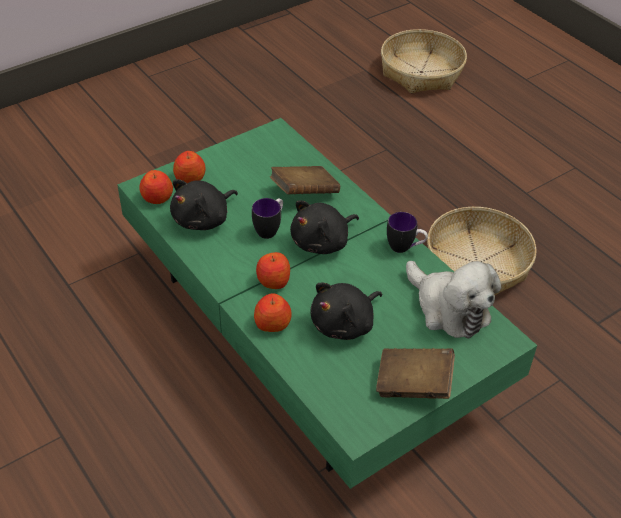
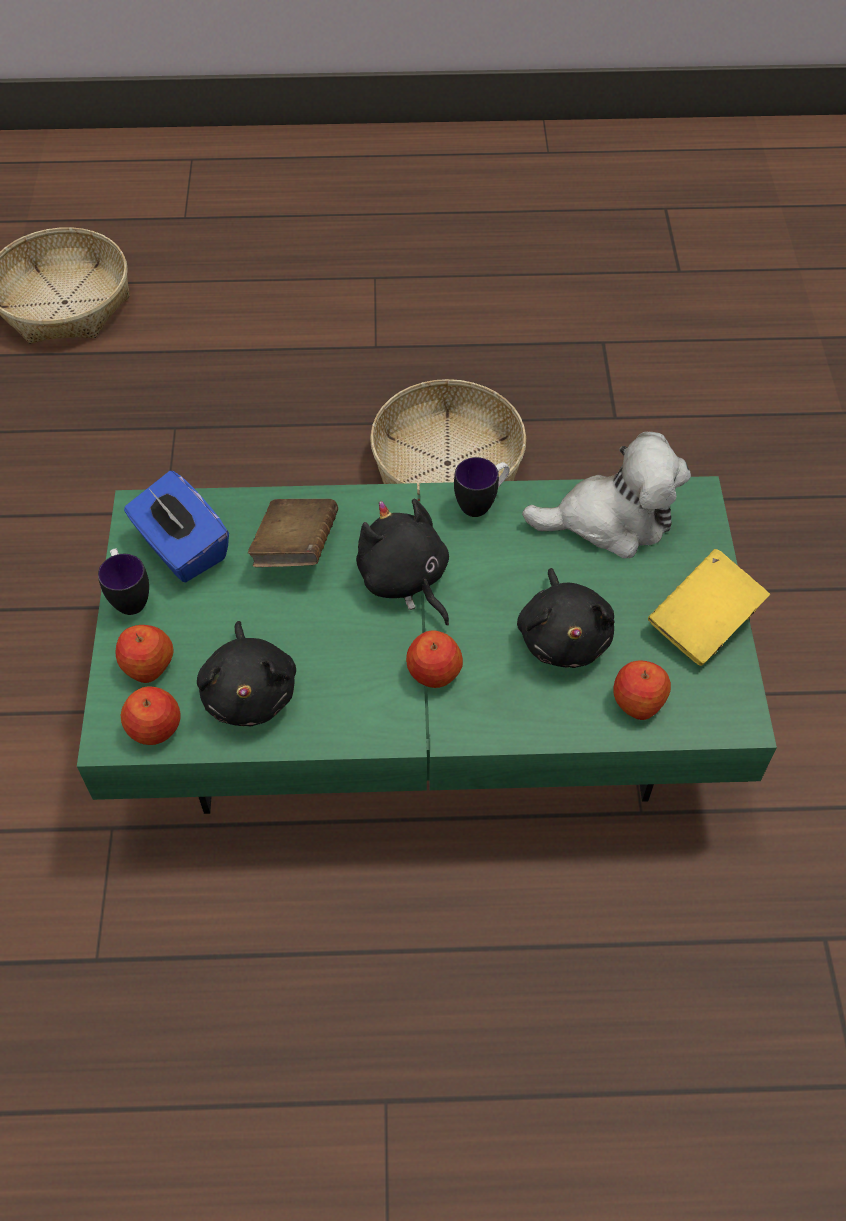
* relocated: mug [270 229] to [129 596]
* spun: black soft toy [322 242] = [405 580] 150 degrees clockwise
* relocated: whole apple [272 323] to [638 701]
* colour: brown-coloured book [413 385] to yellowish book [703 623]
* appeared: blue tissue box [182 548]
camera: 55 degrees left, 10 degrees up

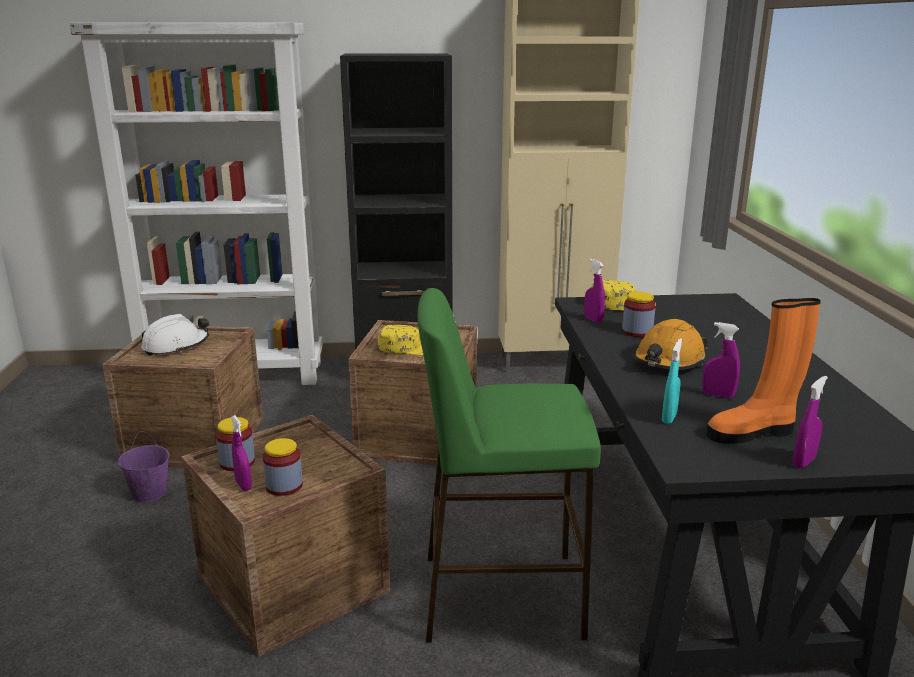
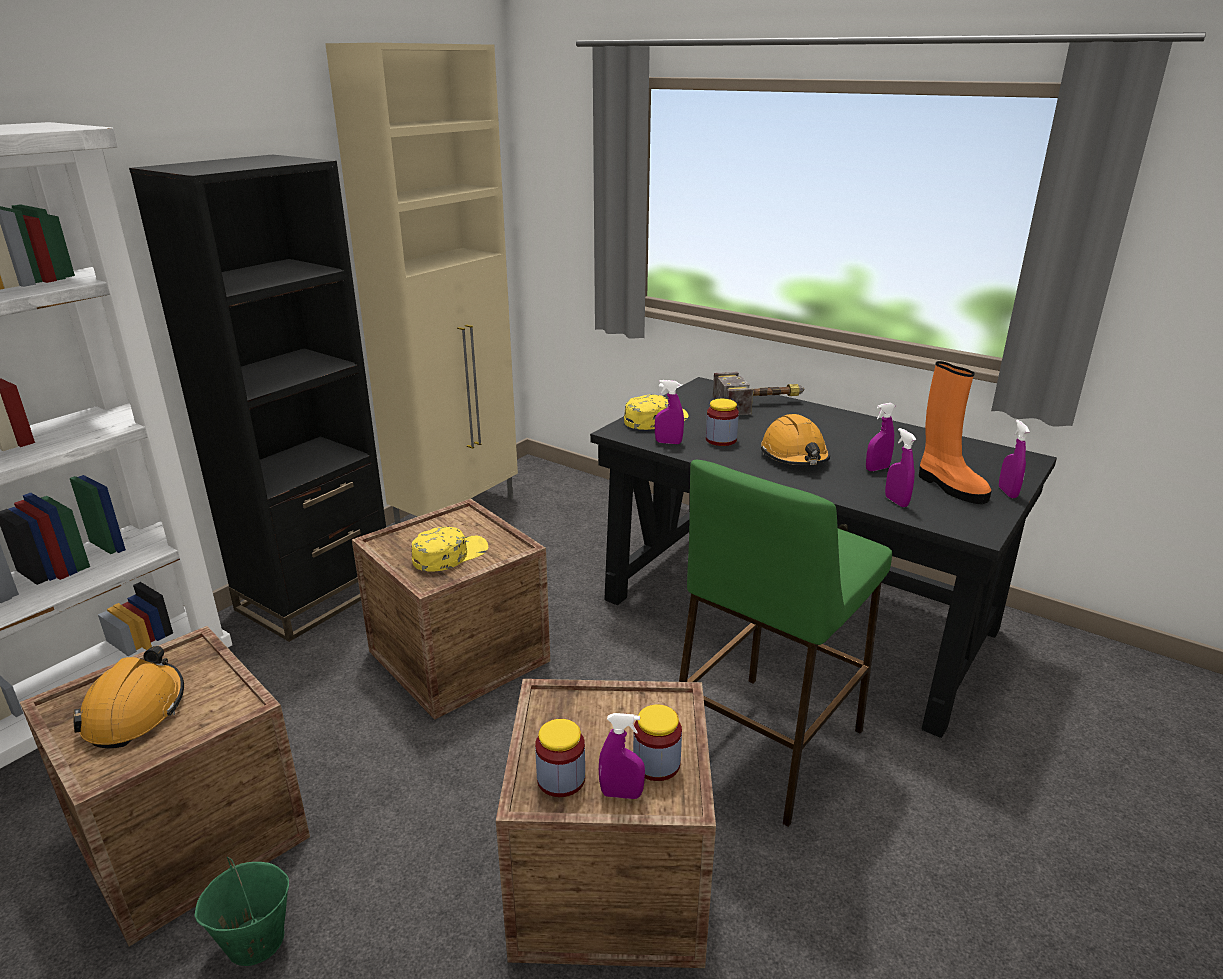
* spun: orange-coloured boot [752 432] = [949 486] 60 degrees counterclockwise
* colour: white work helmet [176 346] to orange-coloured work helmet [135 711]
* colour: turquoise sprayer [669 418] to purple-coloured sprayer [896 502]
* colour: purple-coloured pail [149 493] to green pail [254 941]
* appeared: hammer [761 403]
camera: 50 degrees left, 5 degrees up

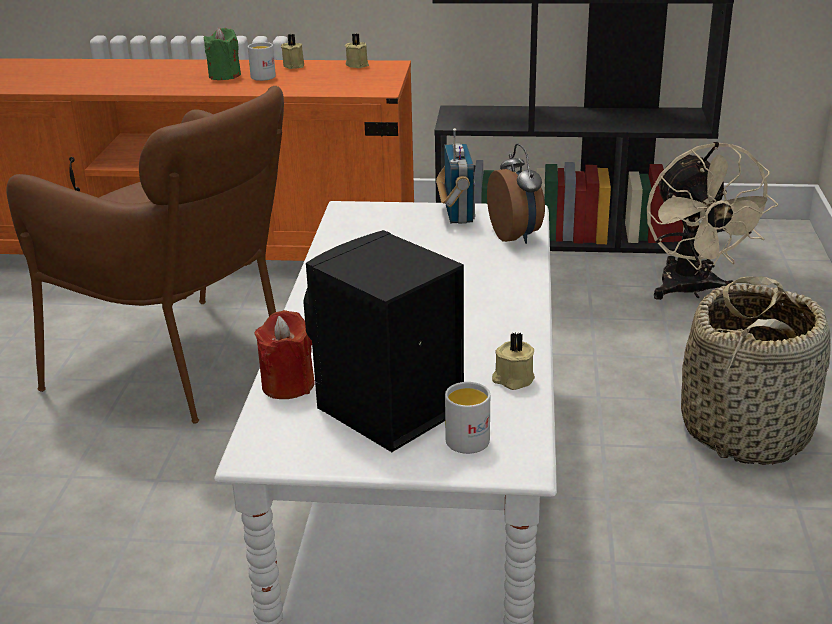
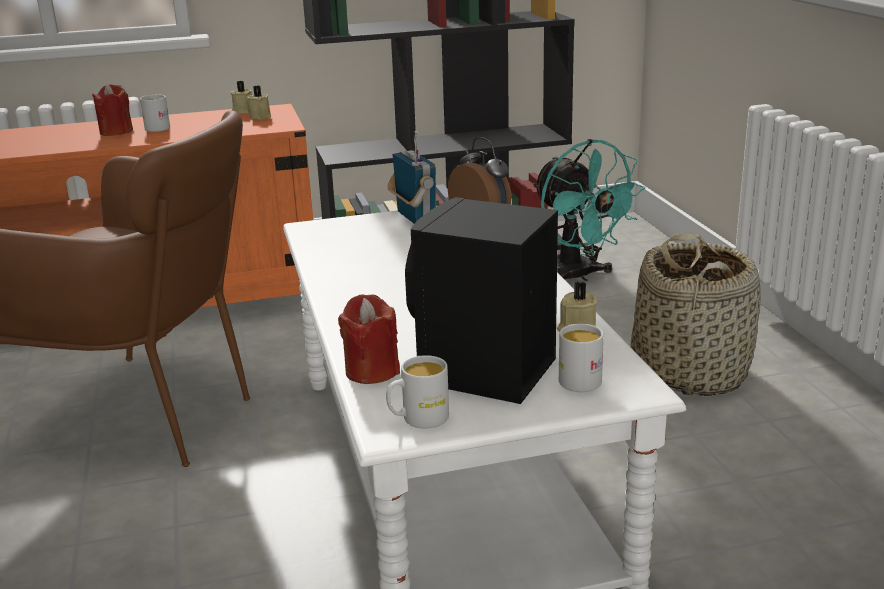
* colour: green wax candle [224 75] to red wax candle [116 131]
* relocated: beige wax candle [294 65] to [261 116]
* colour: beige cooling fan [692 291] to turquoise cooling fan [578 277]
* appeared: white mug [418 419]
camera: 20 degrees left, 5 degrees down

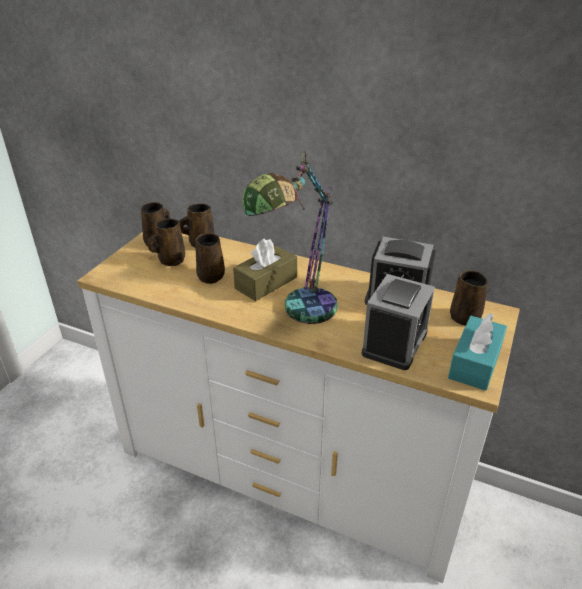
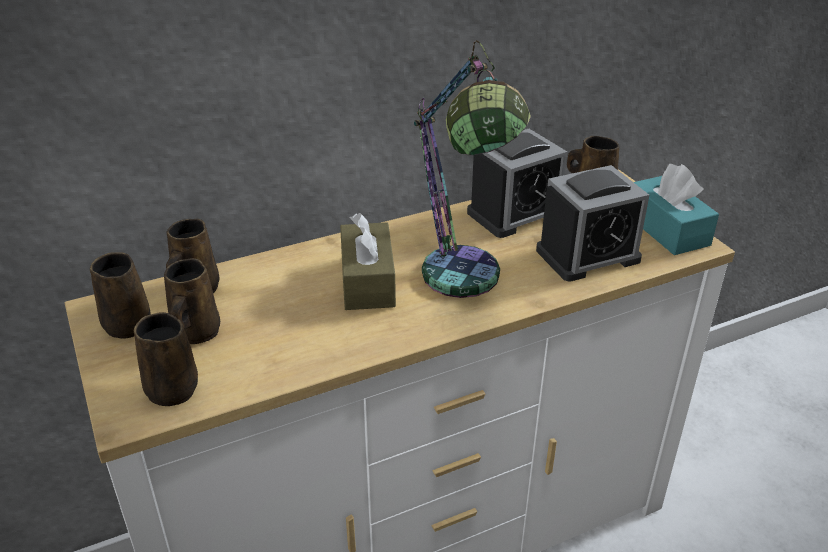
* relocated: brown-coloured mug [211 275] to [171 388]
* spun: alarm clock [394 343] = [587 255] 90 degrees clockwise
camera: 50 degrees left, 0 degrees up

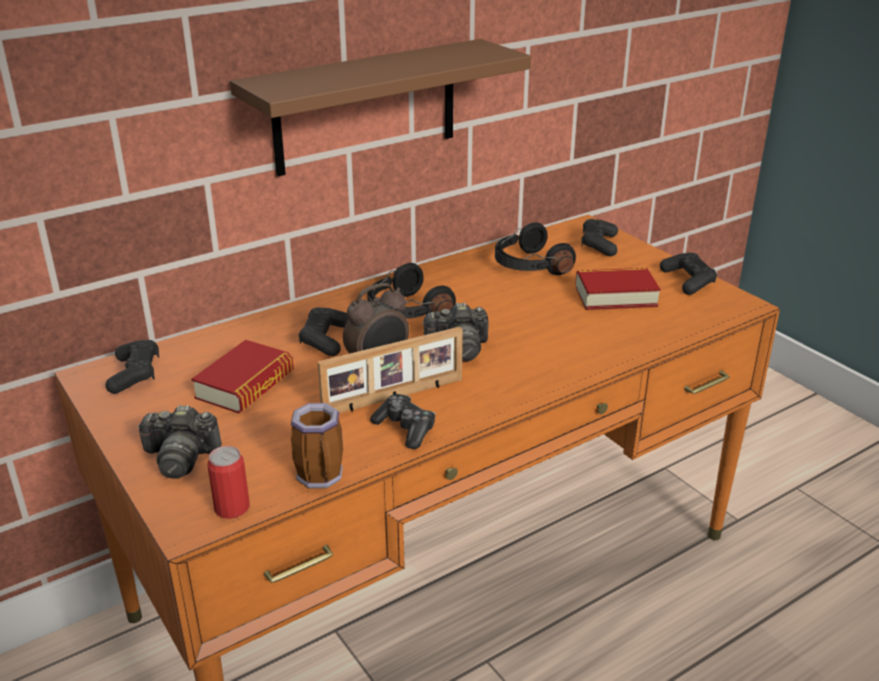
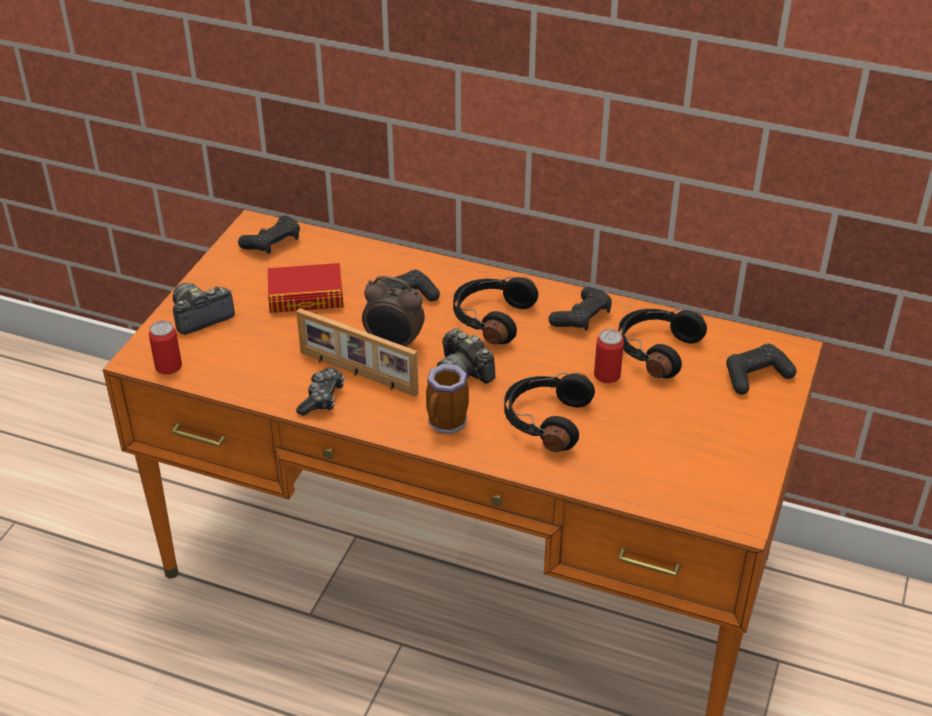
* missing: brown-coloured bracket shelf [366 107]
* relocated: black joypad [688 281] to [582 317]
* missing: book [615 296]
* relocated: mug [323 478] to [446 425]
* spun: photo camera [181 458] = [200 317] 90 degrees clockwise
* appeared: sealed can [607 375]
* appeared: black headphones [545 420]
camera: 55 degrees right, 10 degrees up

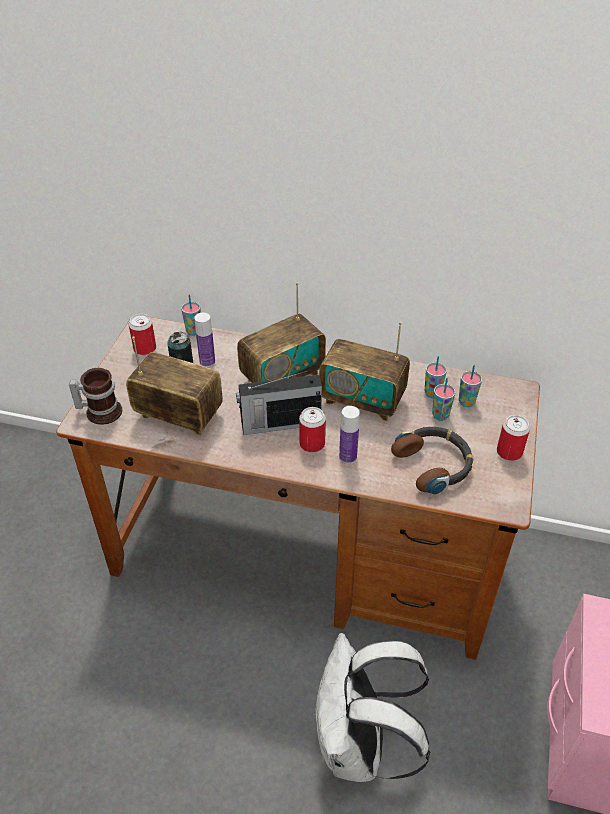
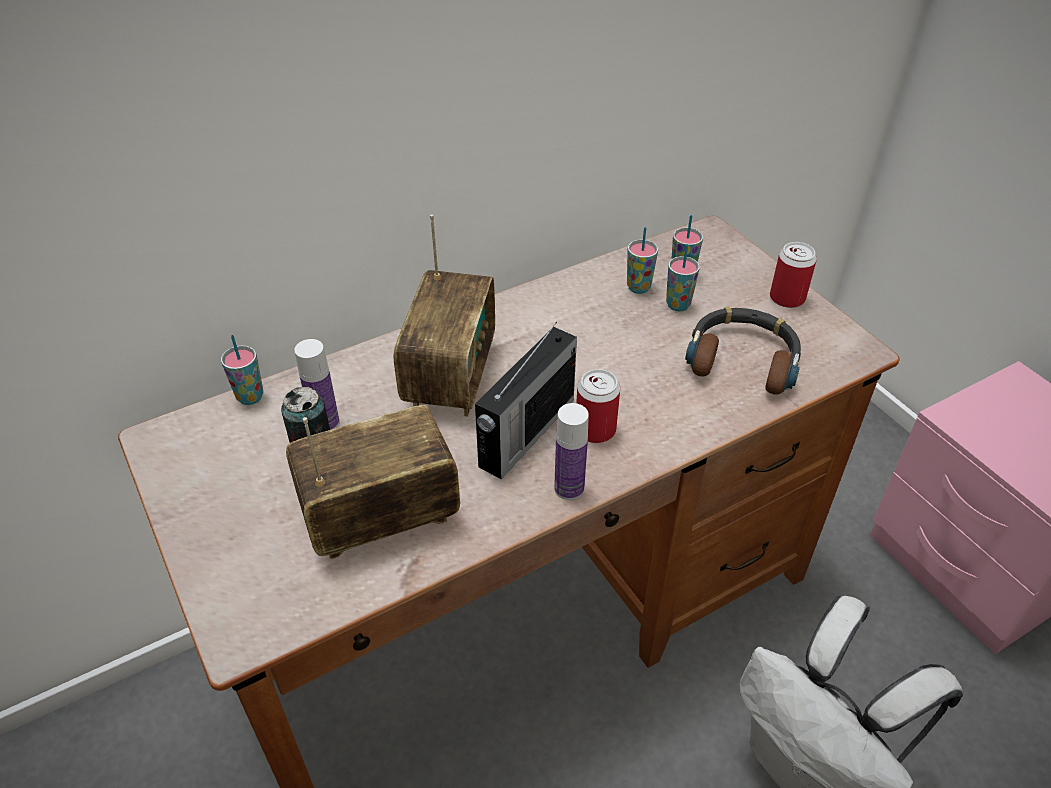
* missing: sealed can [145 348]
* missing: radio set [362 400]
* missing: mug [101 410]
* relocated: drink bottle [348 457] to [569 488]
camera: 45 degrees left, 0 degrees up

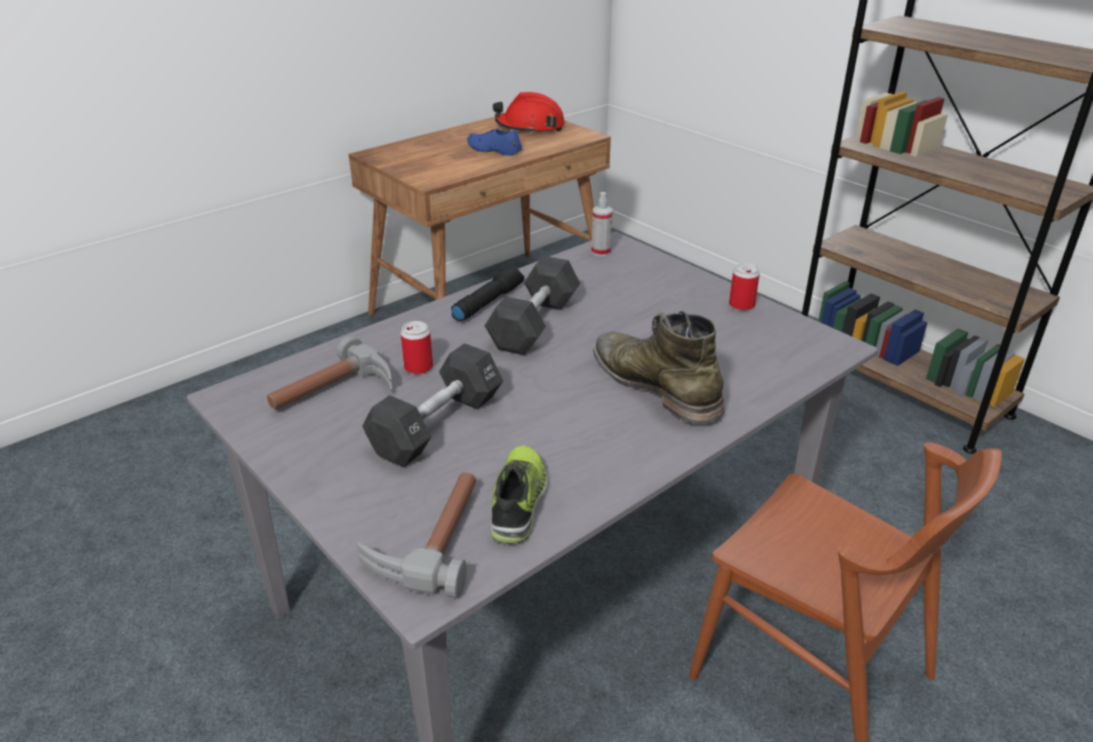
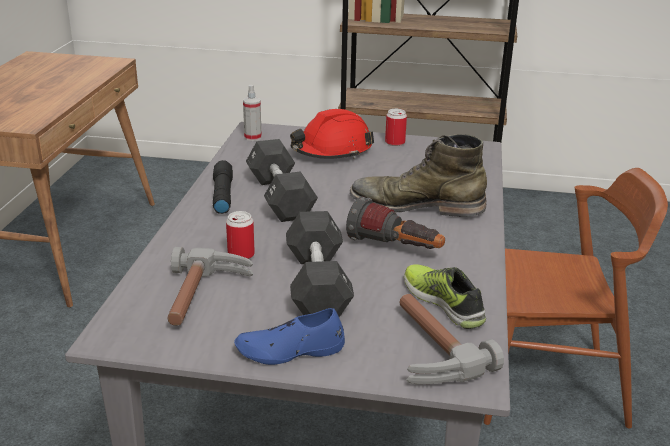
* relocated: red work helmet [530 127] to [331 150]
* relocated: blue shoe [493 149] to [290 350]
* appeared: flashlight [395 249]
camera: 40 degrees left, 5 degrees down

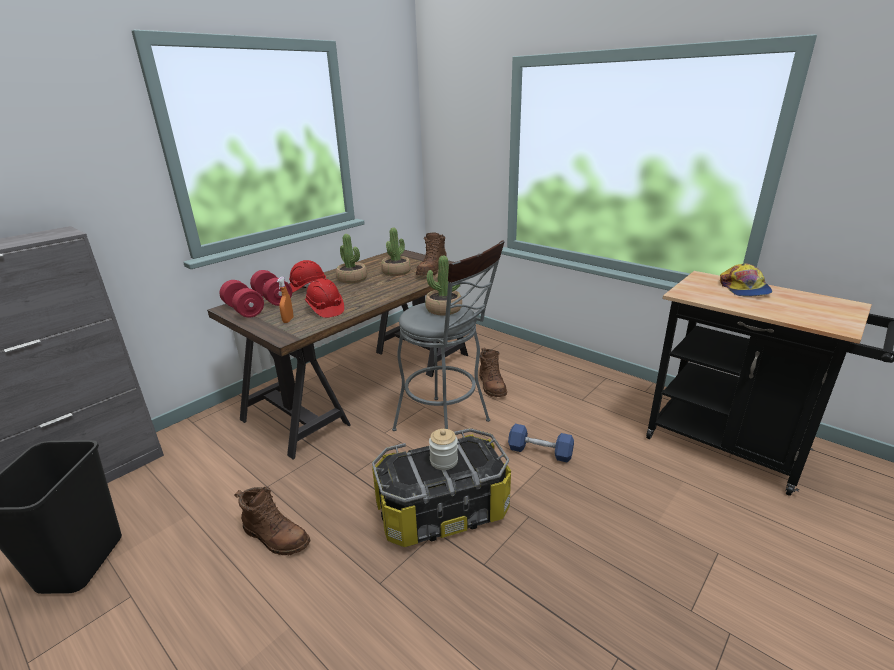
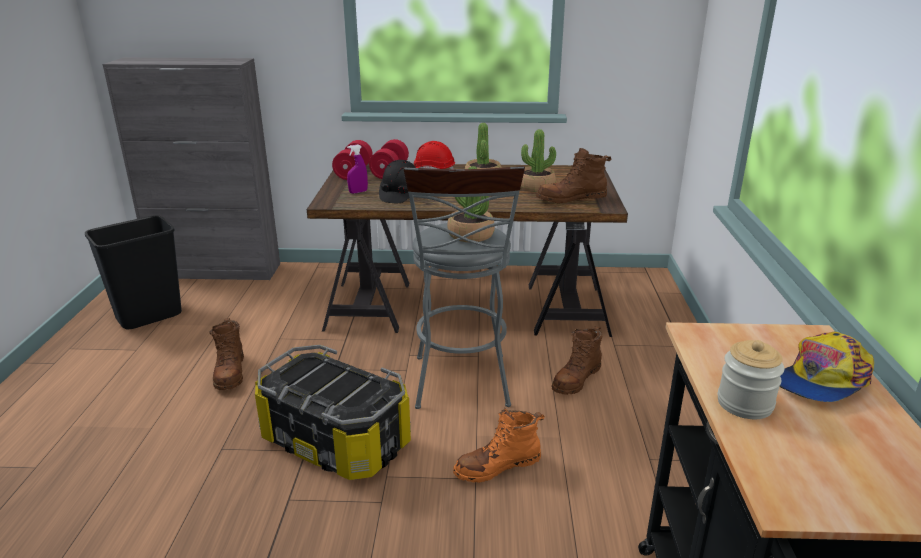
* colour: orange-coloured sprayer [288 320] to purple-coloured sprayer [358 192]
* colour: red work helmet [325 309] to black work helmet [400 195]
* exchanged: blue dumbbell [540 452] to orange-coloured boot [497 466]
* relocated: jar [444 461] to [744 404]
camera: 50 degrees right, 0 degrees up

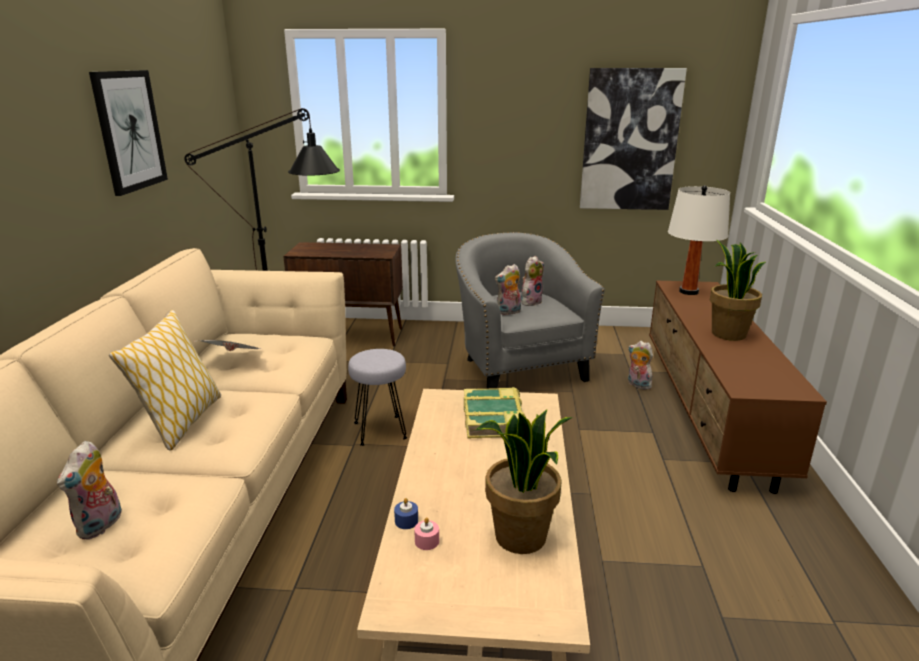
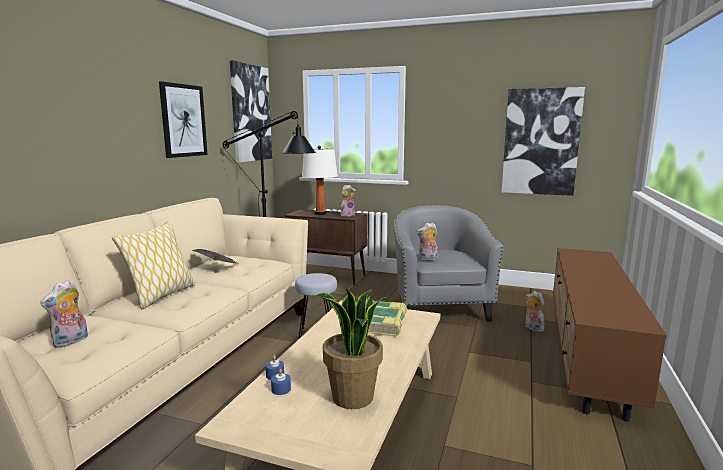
* relocated: white tabletop lamp [688 292] to [320 213]
* missing: plant in a pot [727 334]
* relocated: soft toy [530 301] to [347 215]
* colour: pink wax candle [427 541] to blue wax candle [281 389]
* appeared: wall picture [250 113]
camera: 15 degrees right, 10 degrees down

